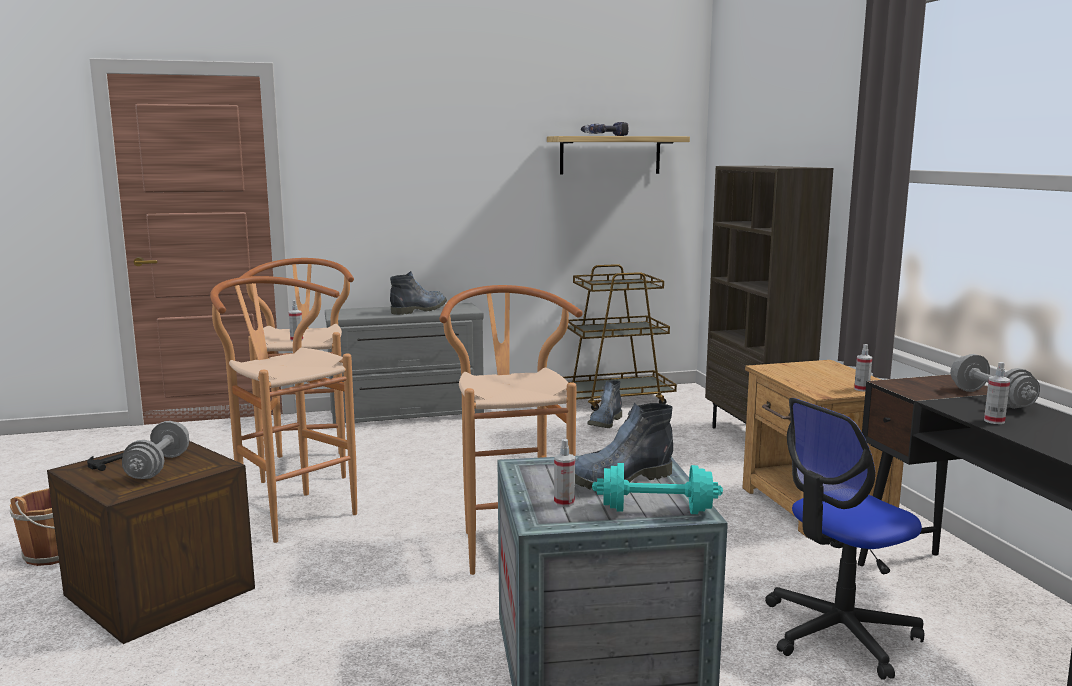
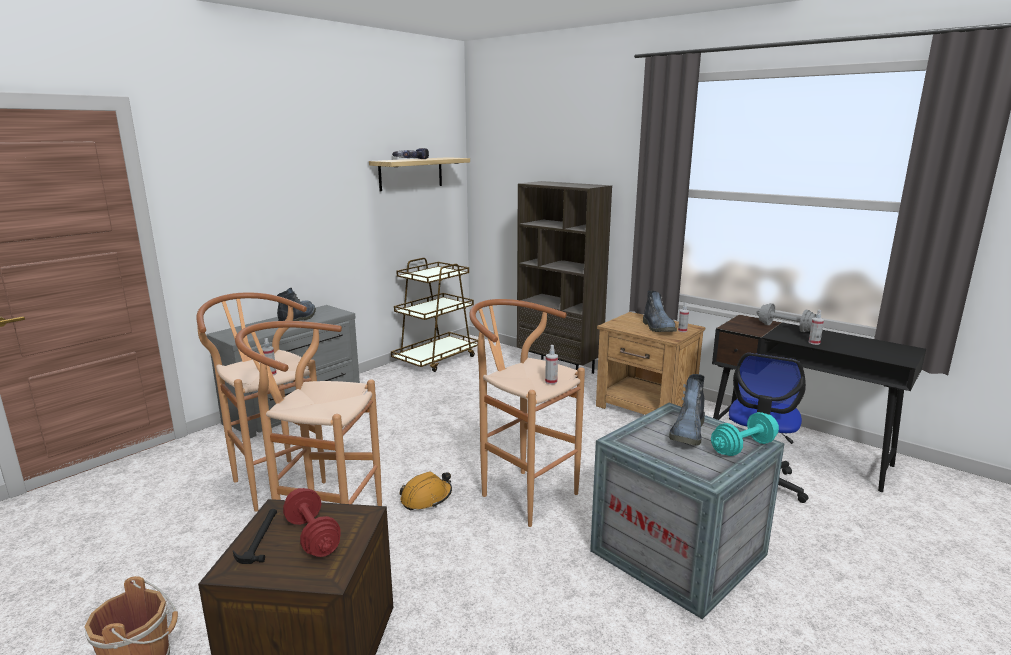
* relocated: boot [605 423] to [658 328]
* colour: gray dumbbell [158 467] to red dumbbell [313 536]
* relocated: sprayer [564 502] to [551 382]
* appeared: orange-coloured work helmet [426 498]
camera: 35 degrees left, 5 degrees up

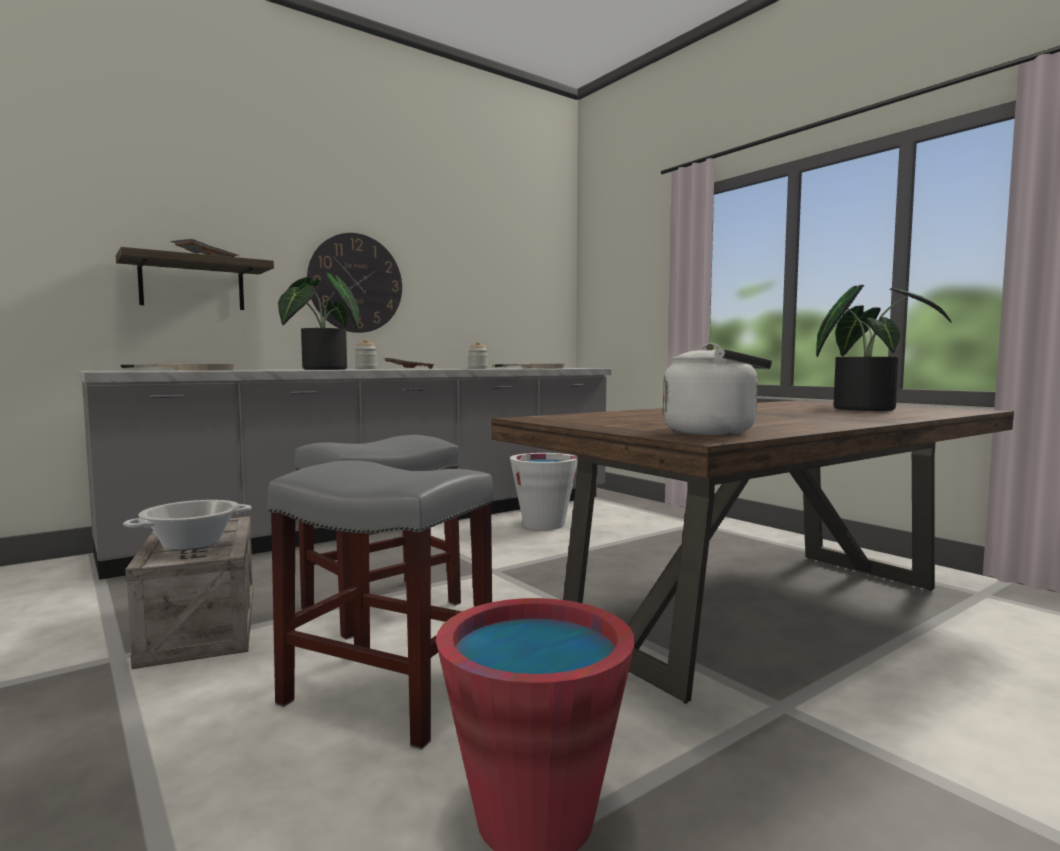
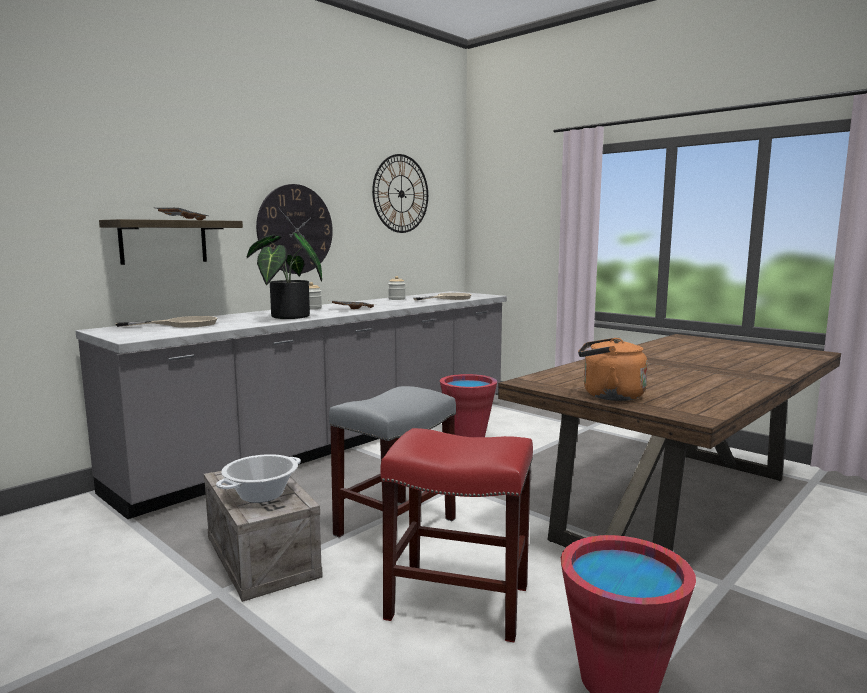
* missing: plant in a pot [865 408]
* missing: white water kettle [715 432]
* colour: white pail [543 524] to red pail [467 435]
* colour: gray sitting stool [385 694] to red sitting stool [456 602]
* appeared: clock on the wall [401 194]
* appeared: orange-coloured water kettle [608 395]
camera: 10 degrees left, 5 degrees up

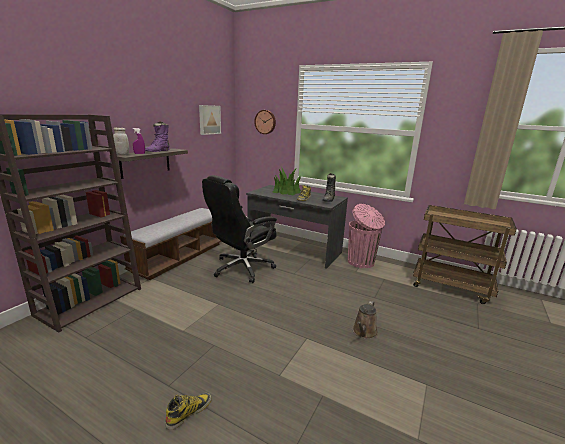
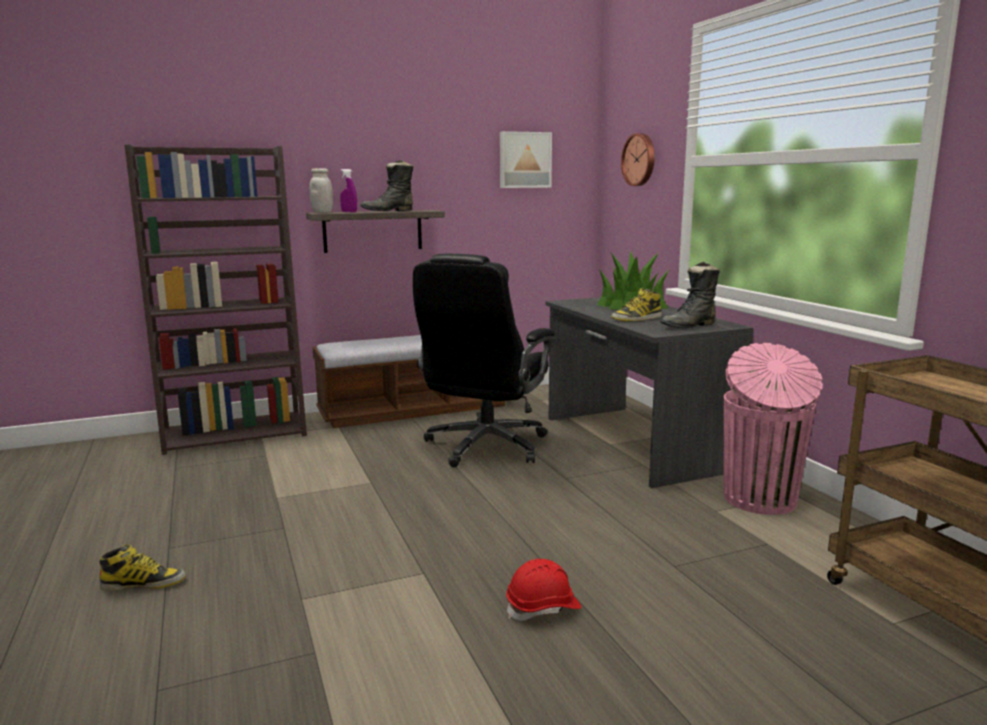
* colour: purple-coloured boot [157 151] to black boot [388 211]
* spun: black computer chair [241 268] = [485 446] 60 degrees counterclockwise
* exchanged: brown-coloured watering pot [364 332] to red work helmet [543 608]
camera: 40 degrees right, 5 degrees down

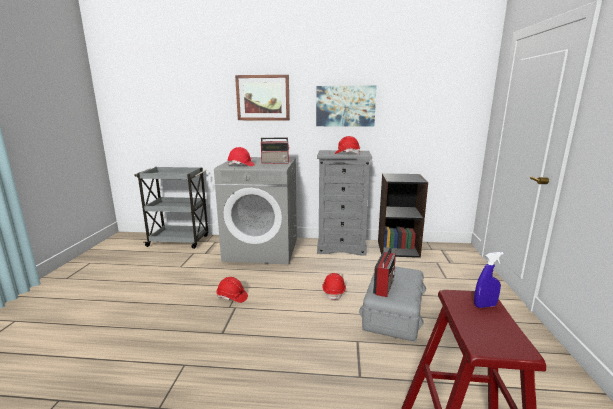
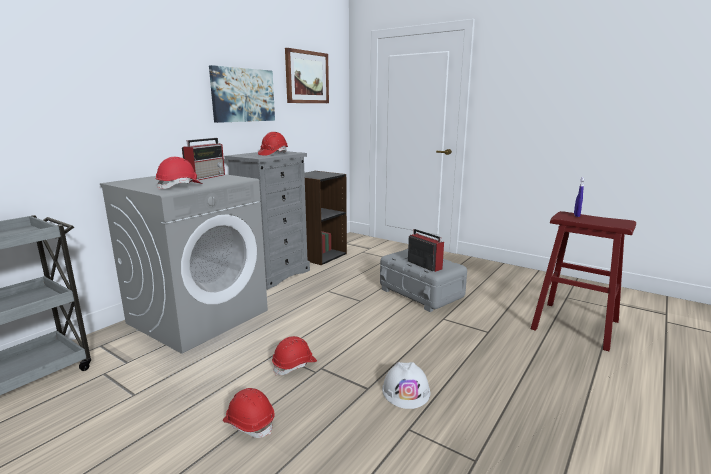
* relocated: wall picture [263 98] to [307 77]
* relocated: red work helmet [334 292] to [249 423]
* appeared: white work helmet [406 391]
camera: 60 degrees left, 0 degrees up

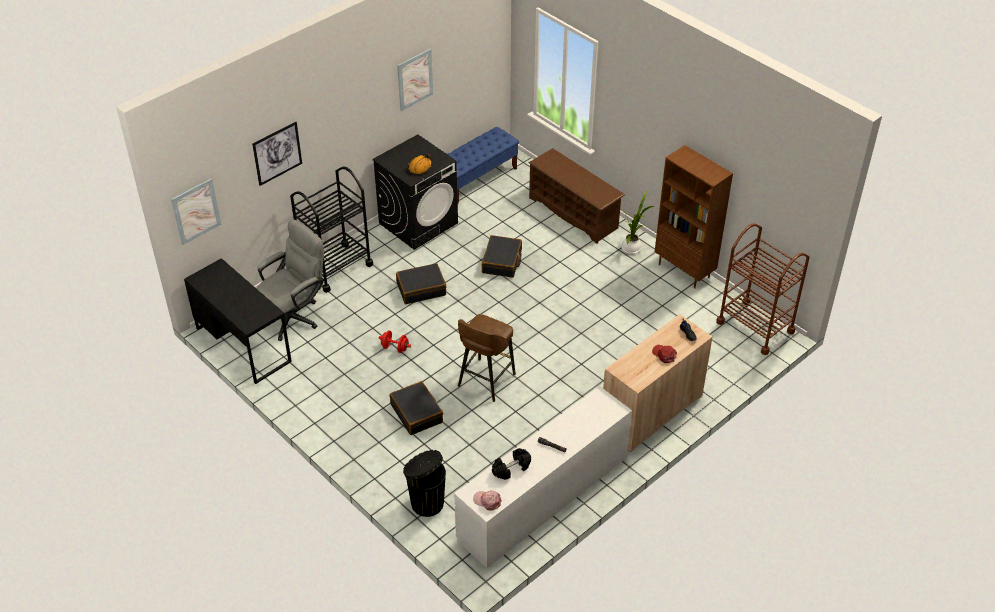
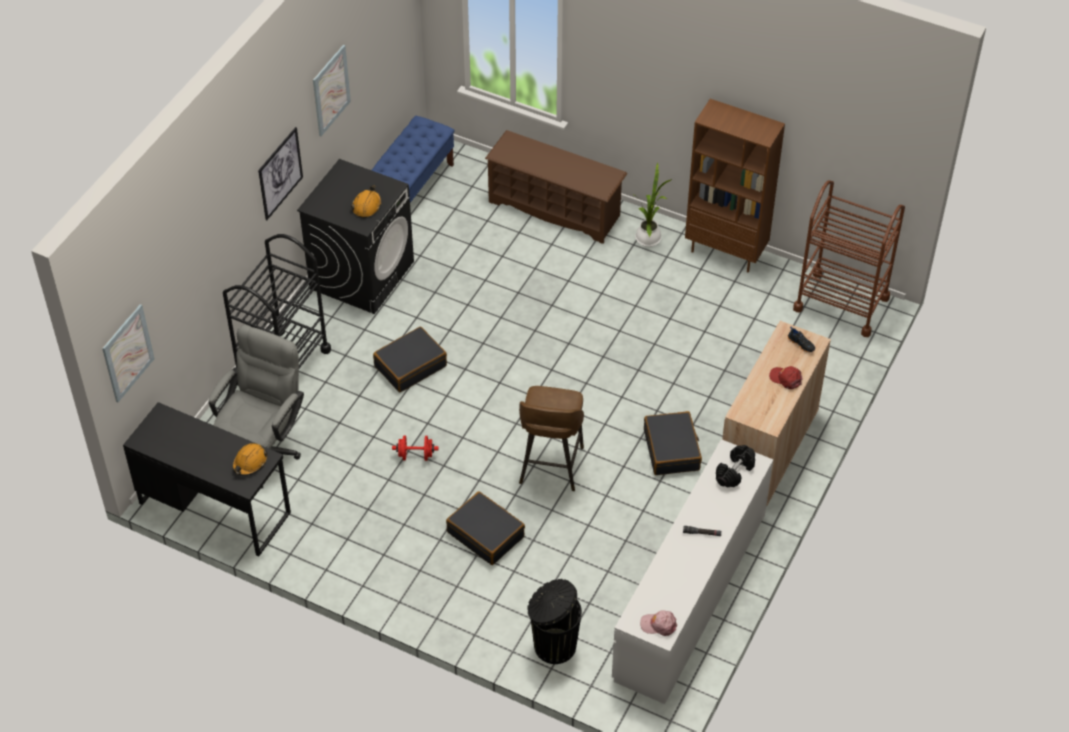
* relocated: wall picture [277 153] to [280 173]
* relocated: black suitcase [502 262] to [672 450]
* relocated: black dumbbell [511 469] to [734 472]
* appeared: orange-coloured work helmet [250 463]
camera: 20 degrees left, 5 degrees up

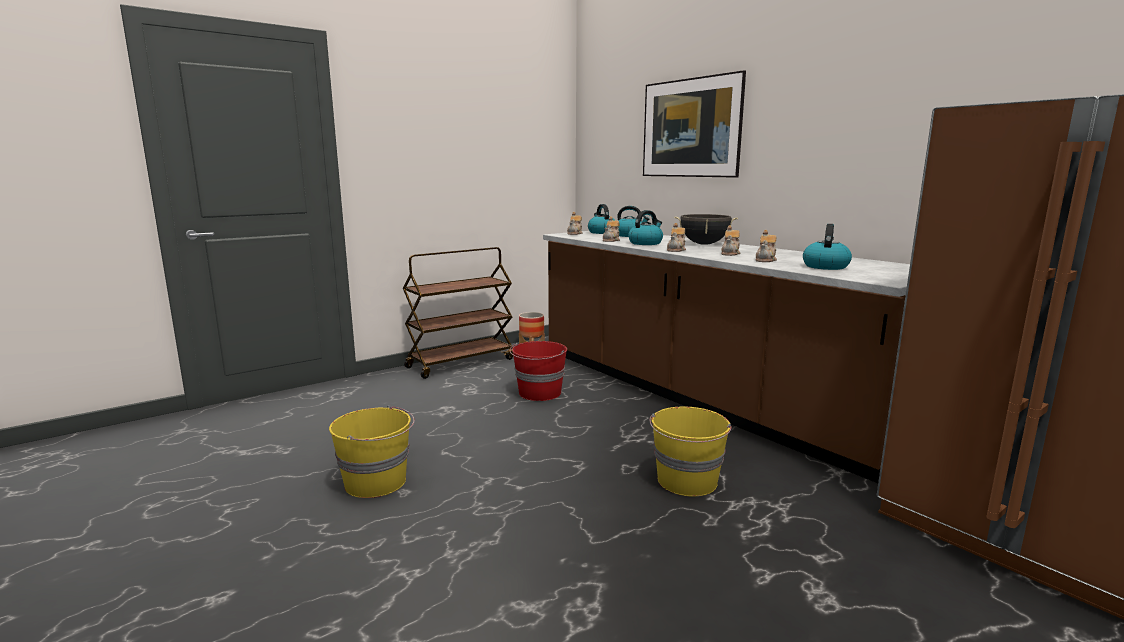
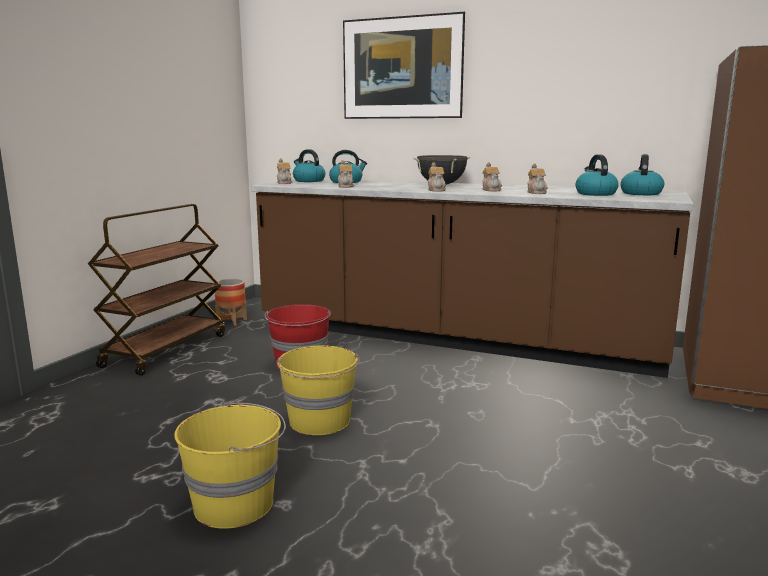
* relocated: water kettle [645 243] to [640 193]
* relocated: yellowish pail [687 481] to [320 421]
camera: 30 degrees left, 0 degrees up

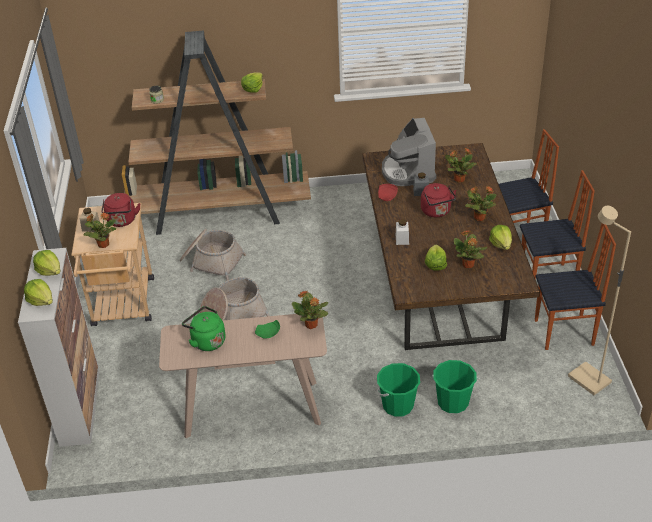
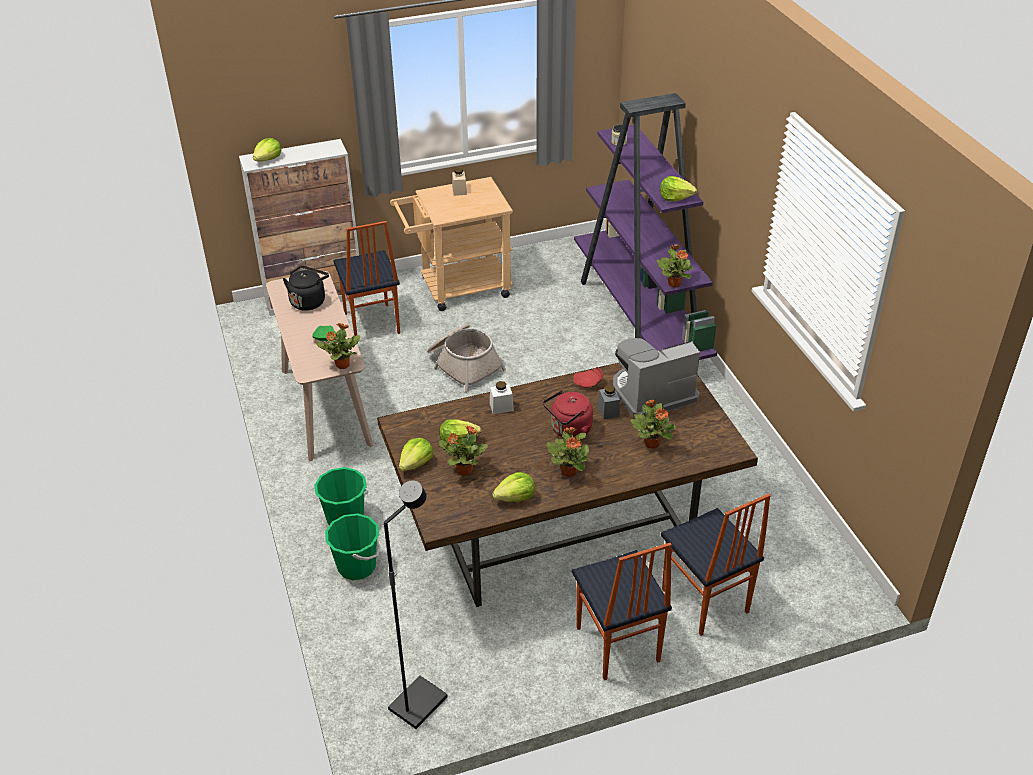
* colour: brown-coloured bookcase [220 212] to purple-coloured bookcase [639 318]
* missing: red water kettle [122 221]
* colour: beige standing lamp [588 380] to black standing lamp [417 703]
* relocated: plant in a pot [103 244] to [674 283]
* relocated: upright chair [565 333] to [371 324]
* missing: basket [211 261]
* relocated: lettuce [50 271] to [416 463]
* colour: green water kettle [206 341] to black water kettle [308 301]
camera: 75 degrees right, 0 degrees up

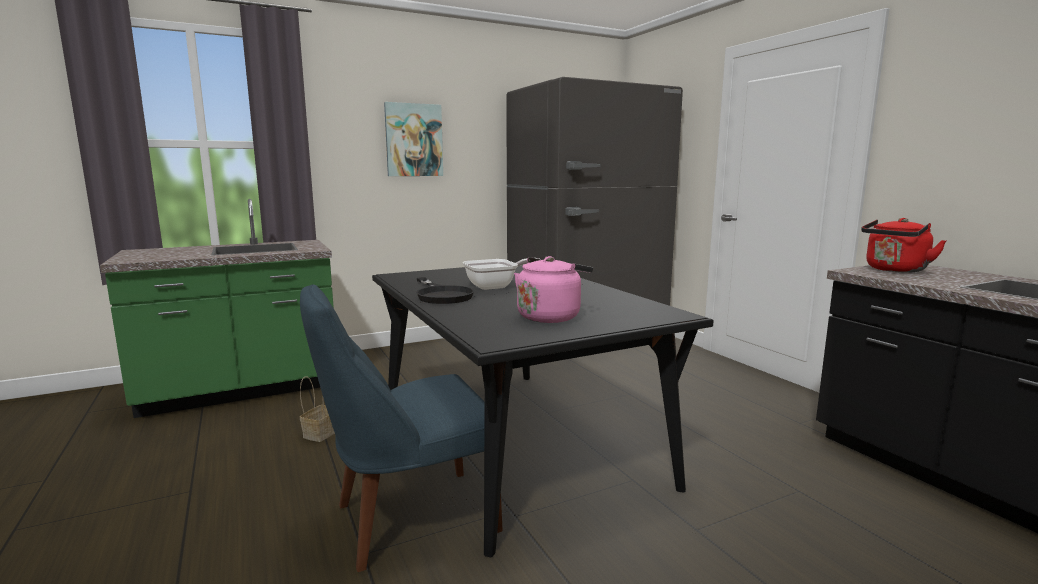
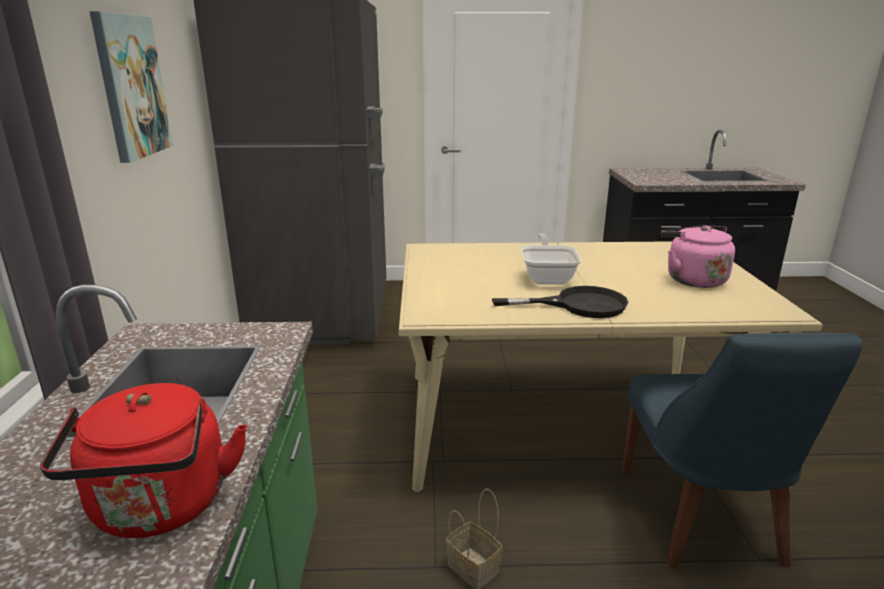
* relocated: red water kettle [894 270] to [161 509]
* colour: black dining table [515 441] to beige dining table [567 423]
camera: 65 degrees left, 10 degrees up

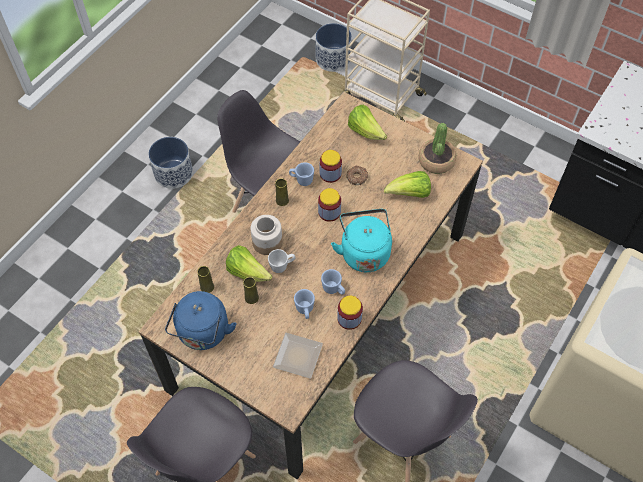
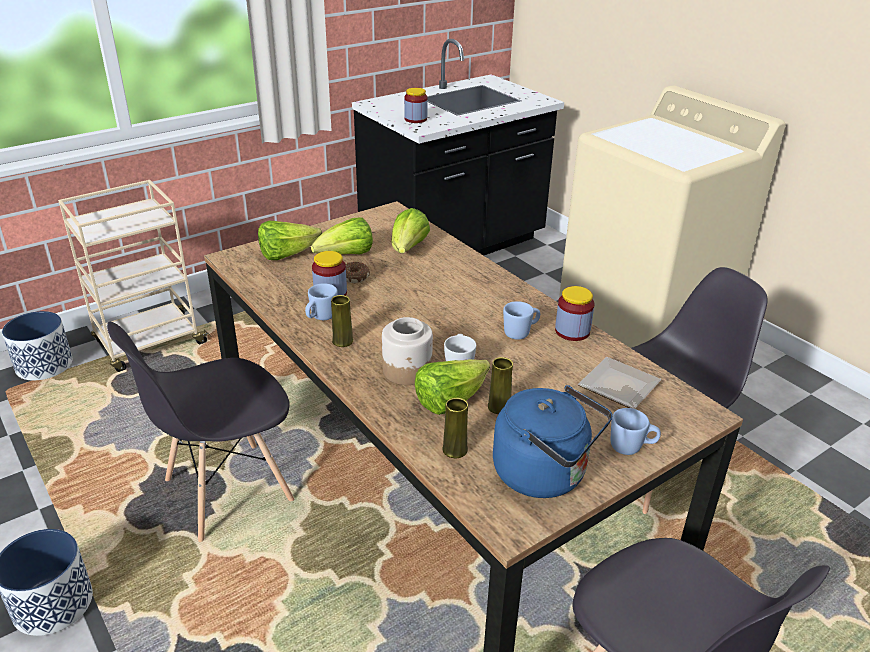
* missing: plant in a pot [436 161]
* relocated: jar [329 212] to [415 119]
* missing: turquoise water kettle [364 251]
* relocated: blue mug [305 310] to [631 447]
* appeared: lettuce [346 256]
camera: 70 degrees left, 25 degrees down

